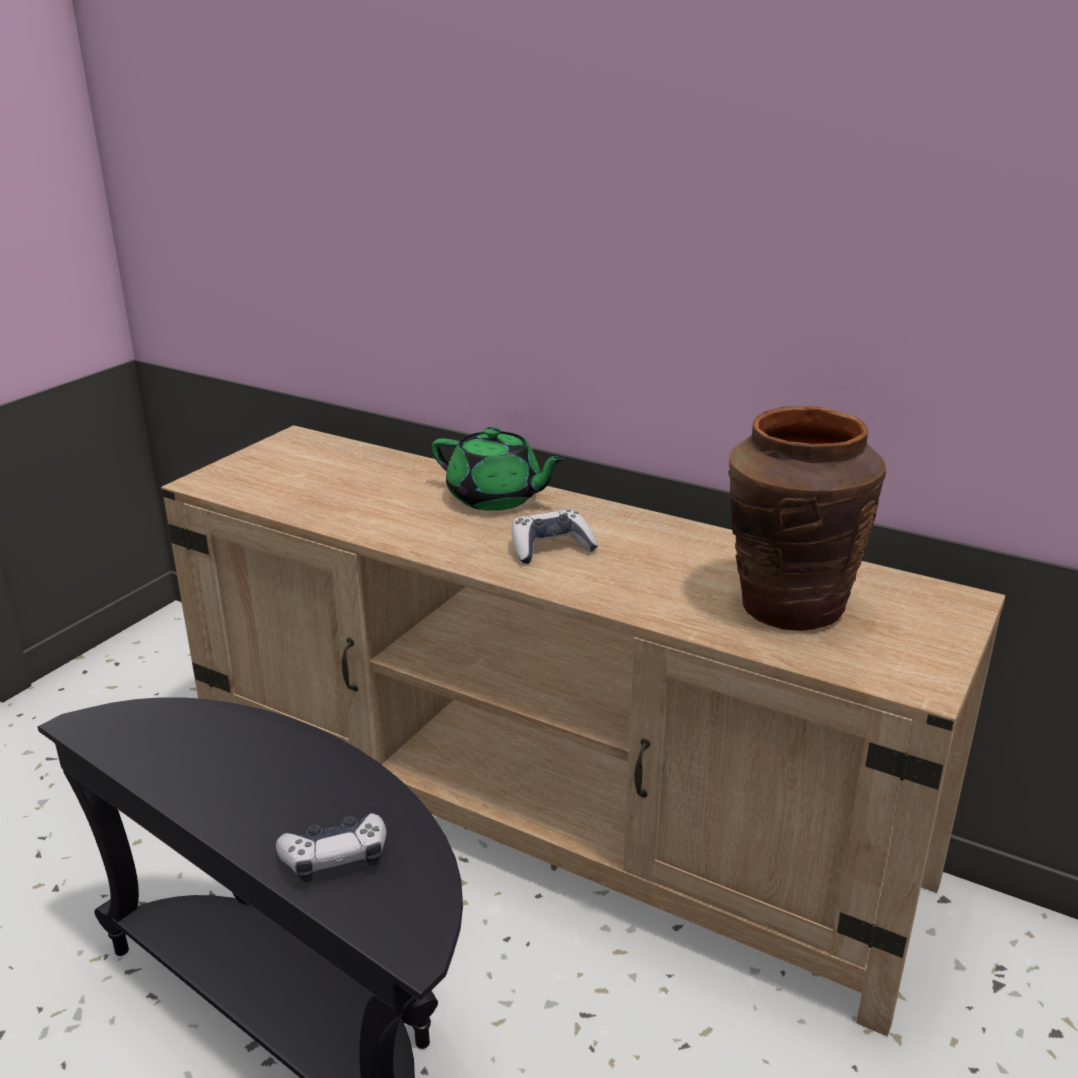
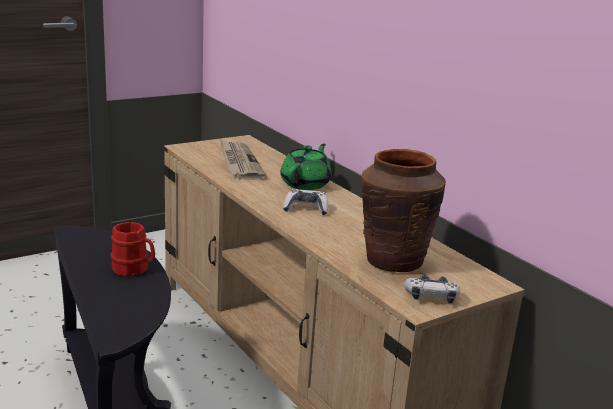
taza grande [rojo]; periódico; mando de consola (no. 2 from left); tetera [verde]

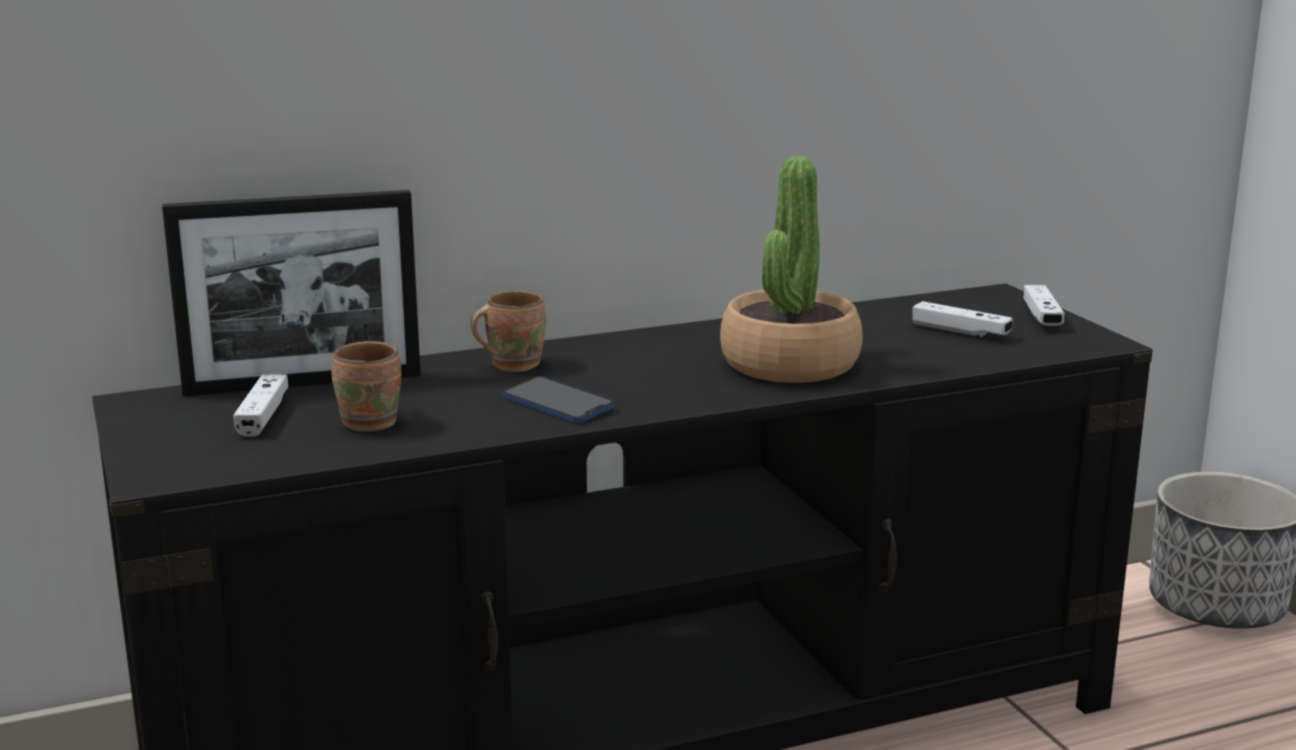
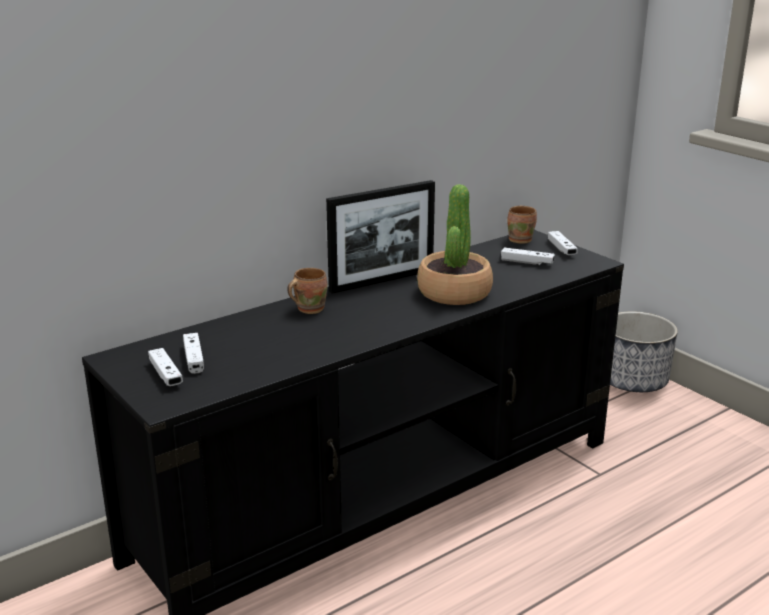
móvil; mando de consola [blanco] (no. 1 from left); portarretratos; taza grande [marrón] (no. 2 from left)

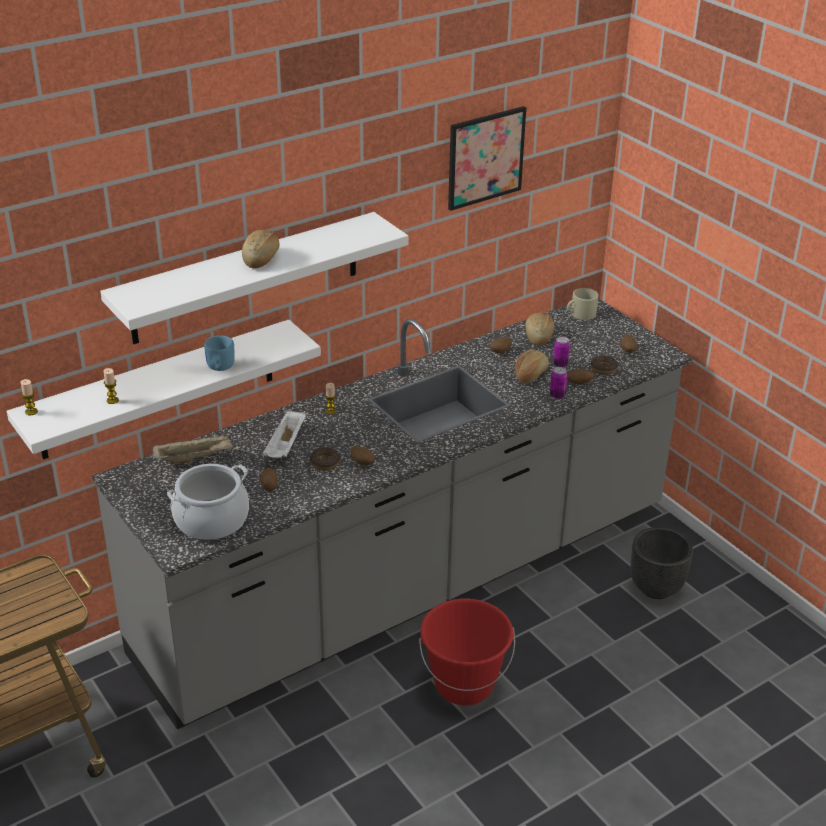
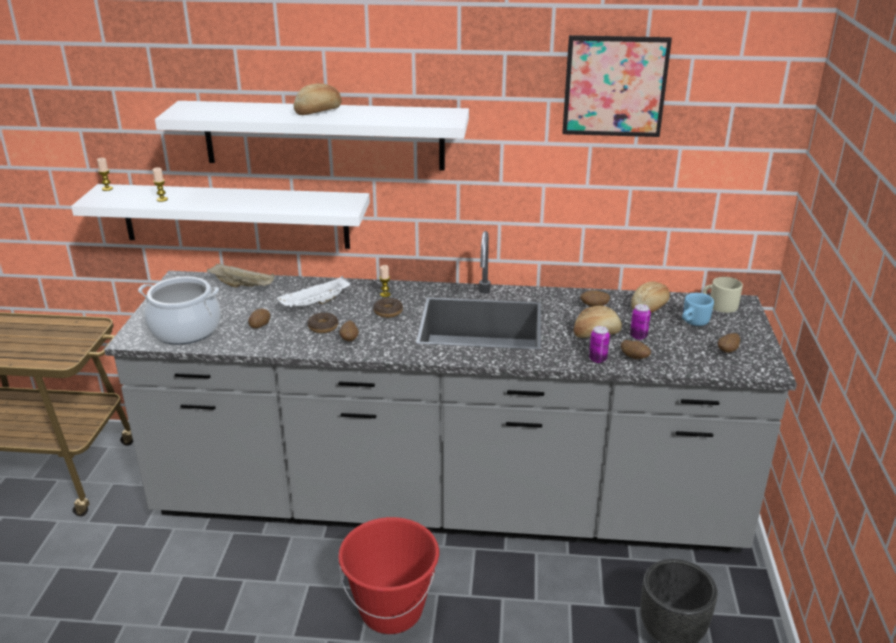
taza grande [azul]; rosquilla (no. 2 from left)

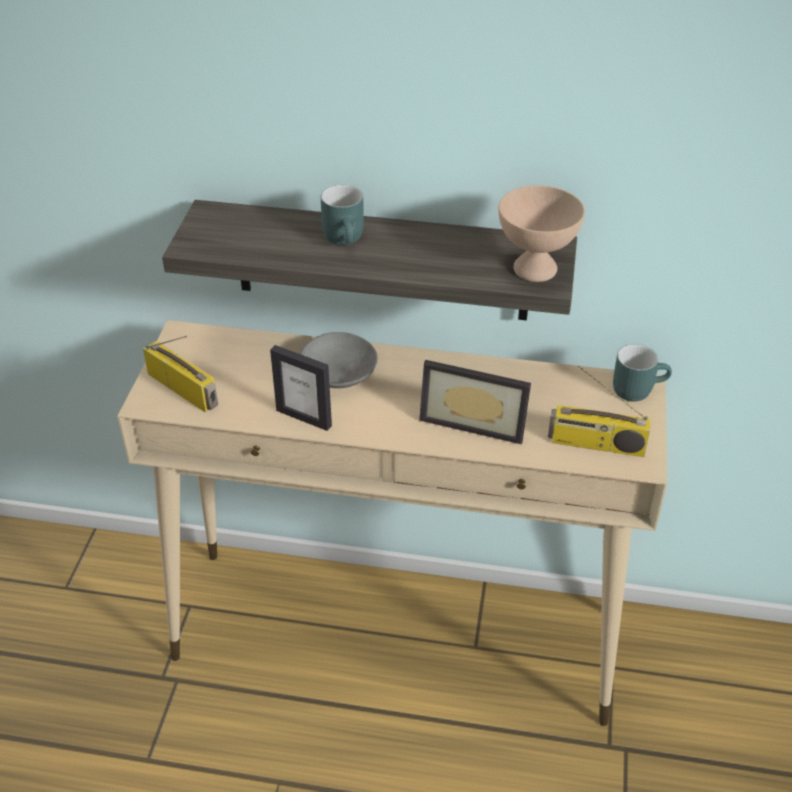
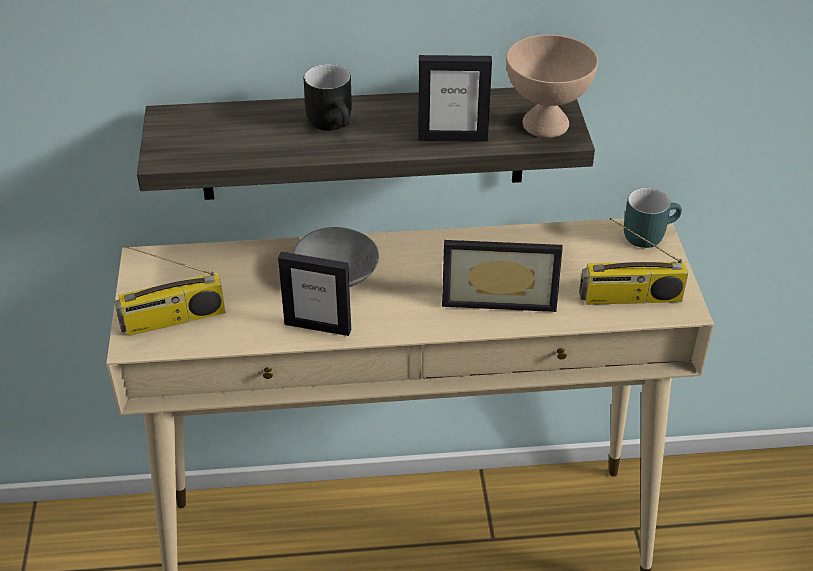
portarretratos (no. 2 from left); taza grande [negro]; radio (no. 1 from left)

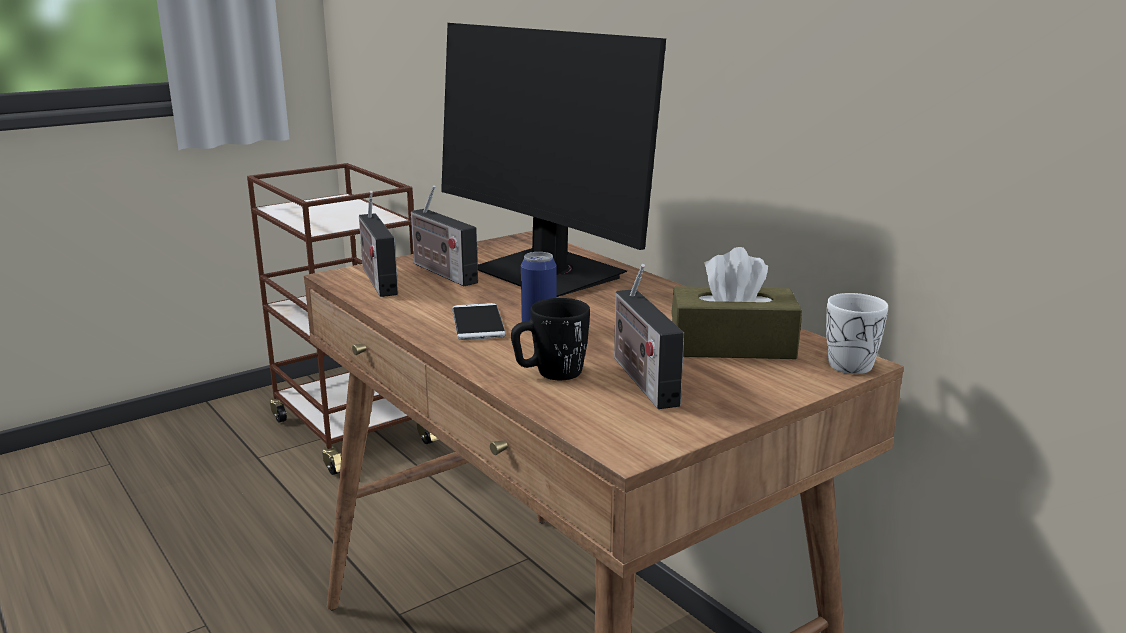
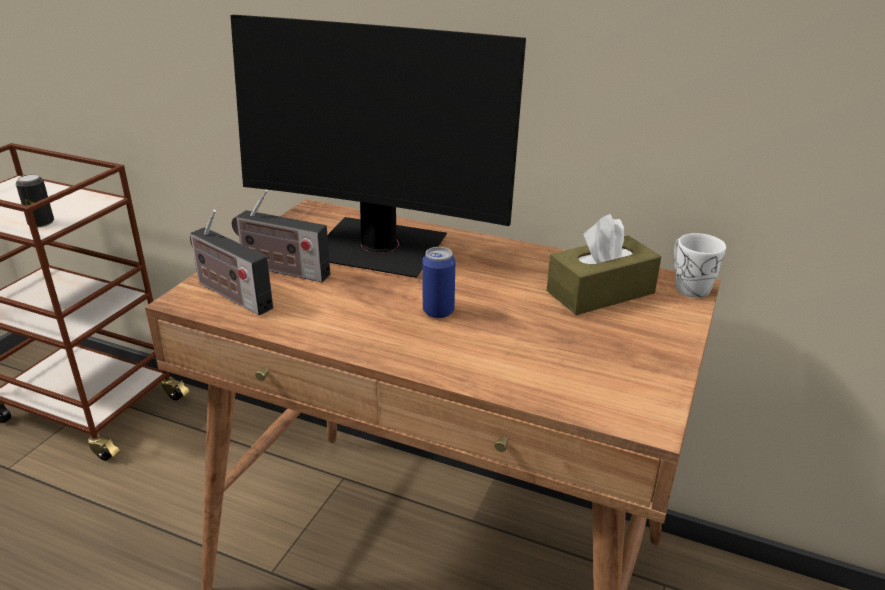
móvil; taza grande [negro]; radio (no. 3 from left in the first image); lata (no. 1 from left)

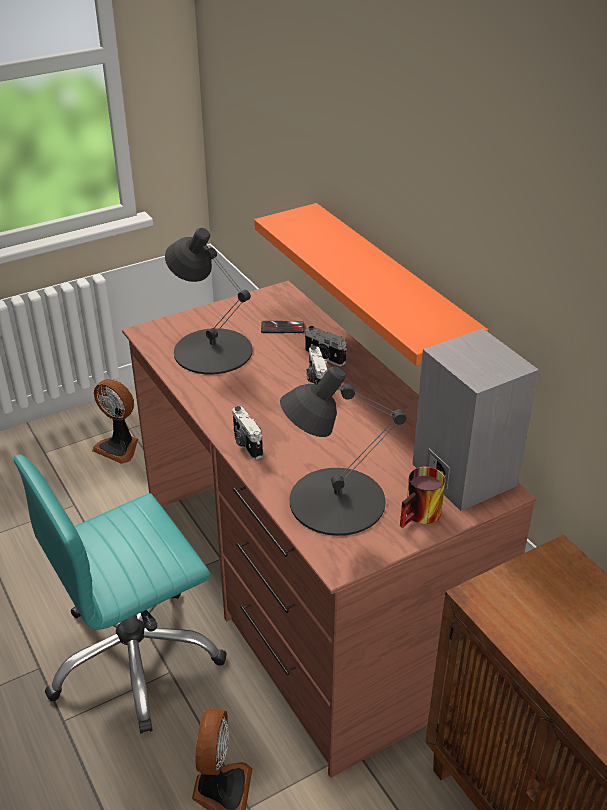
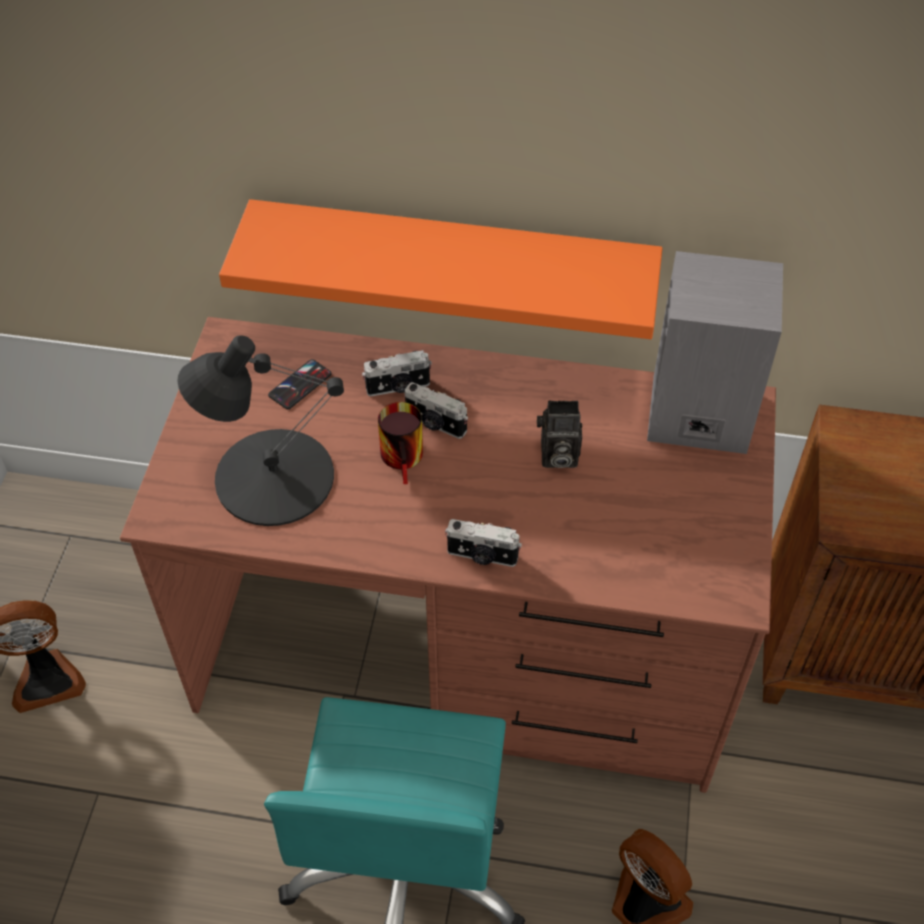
lámpara de mesa [negro] (no. 2 from left in the first image); cámara (no. 4 from left); taza grande

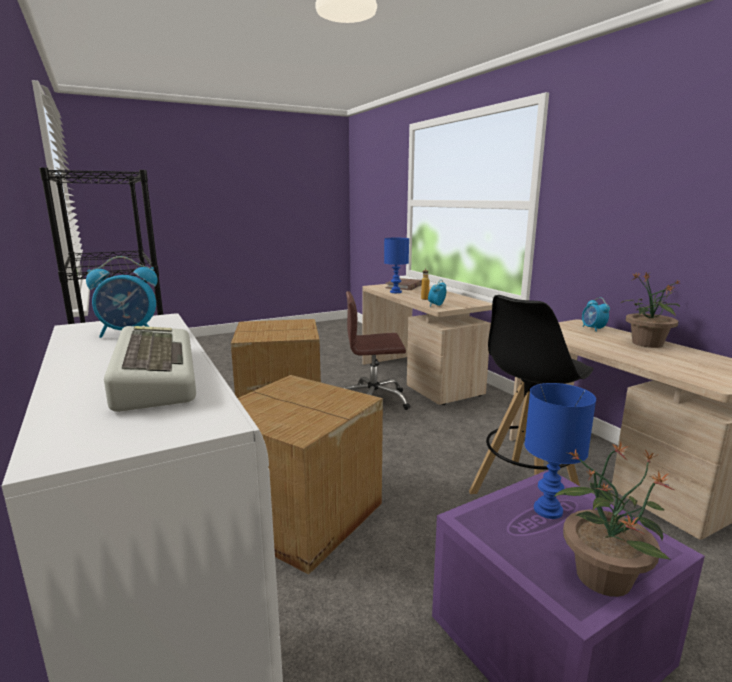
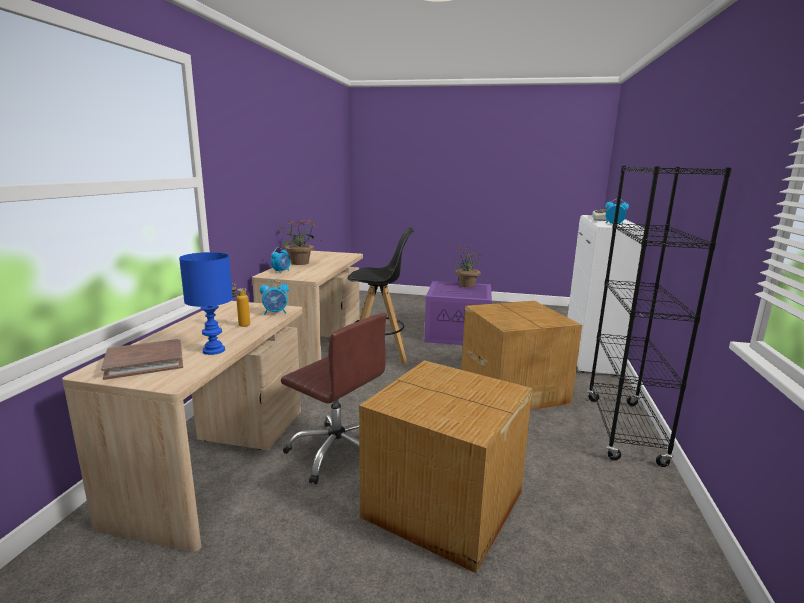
lámpara de mesa [azul] (no. 2 from left in the first image)

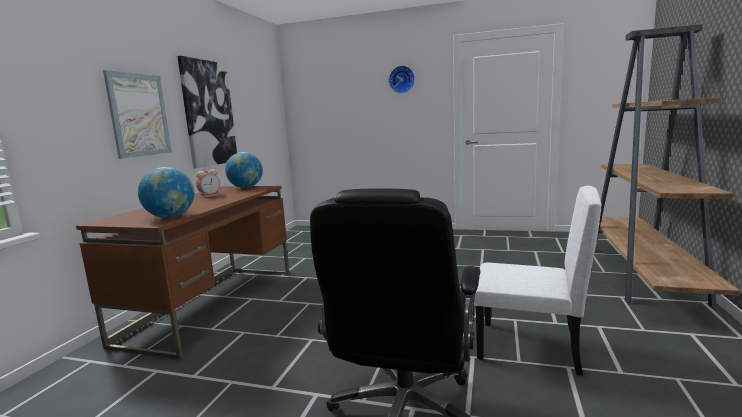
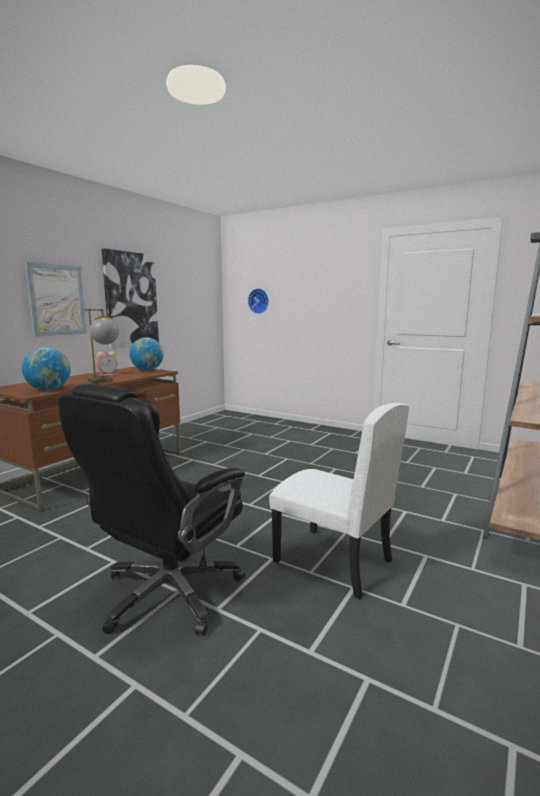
lámpara de mesa; reloj de pared

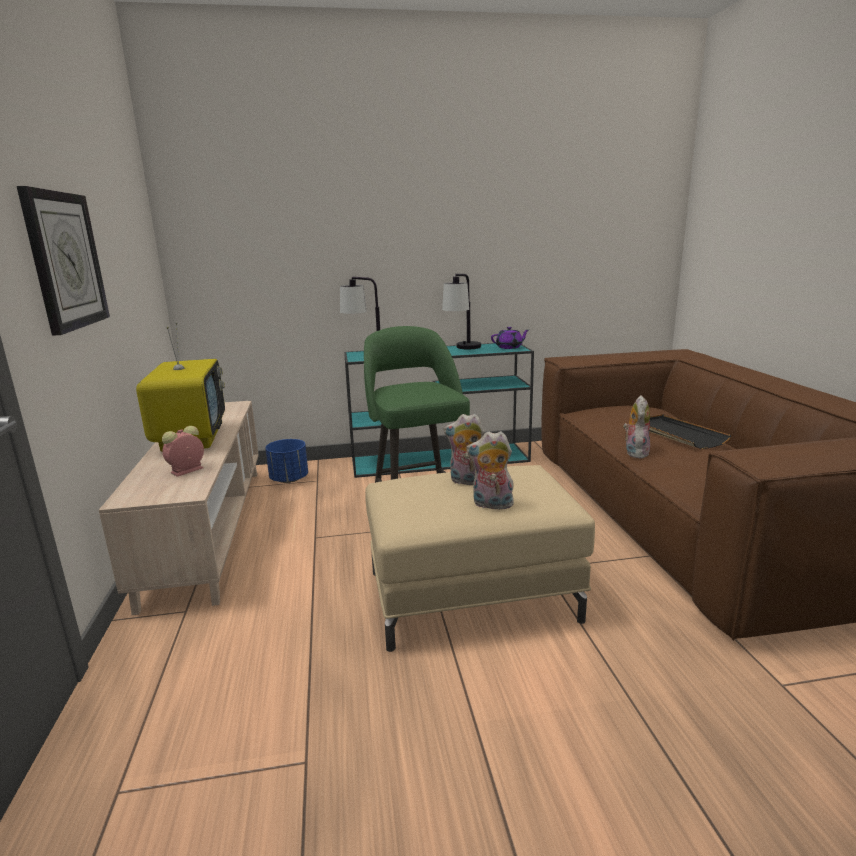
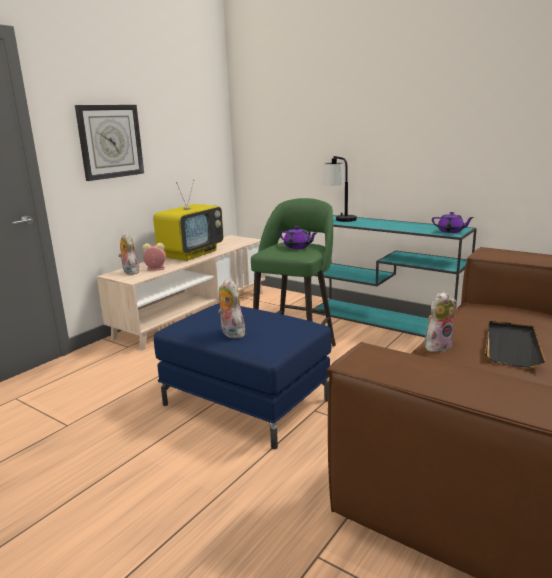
maceta [azul]; lámpara de mesa (no. 2 from left in the first image); tetera [morado] (no. 1 from left); peluche (no. 1 from left); puf [azul]

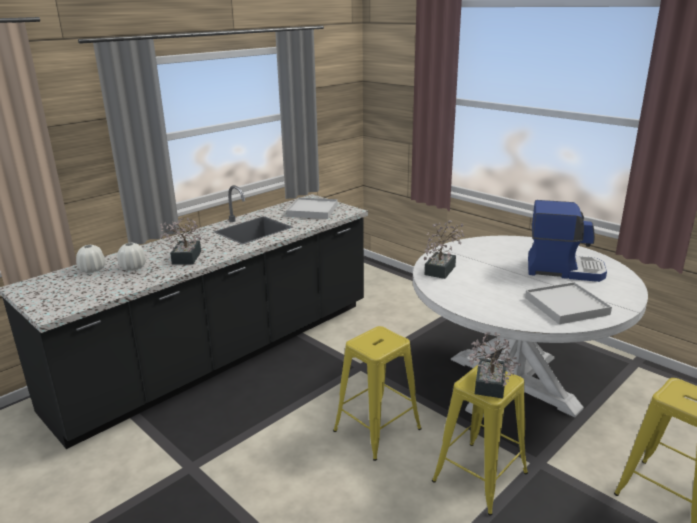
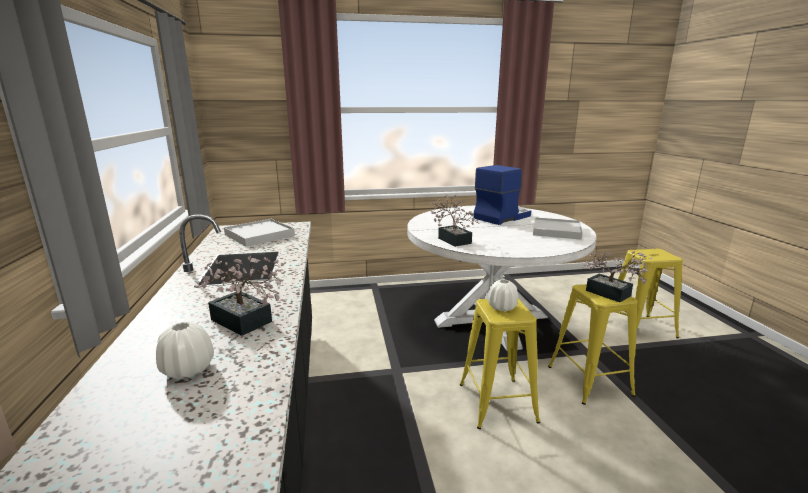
florero [blanco] (no. 2 from left)

